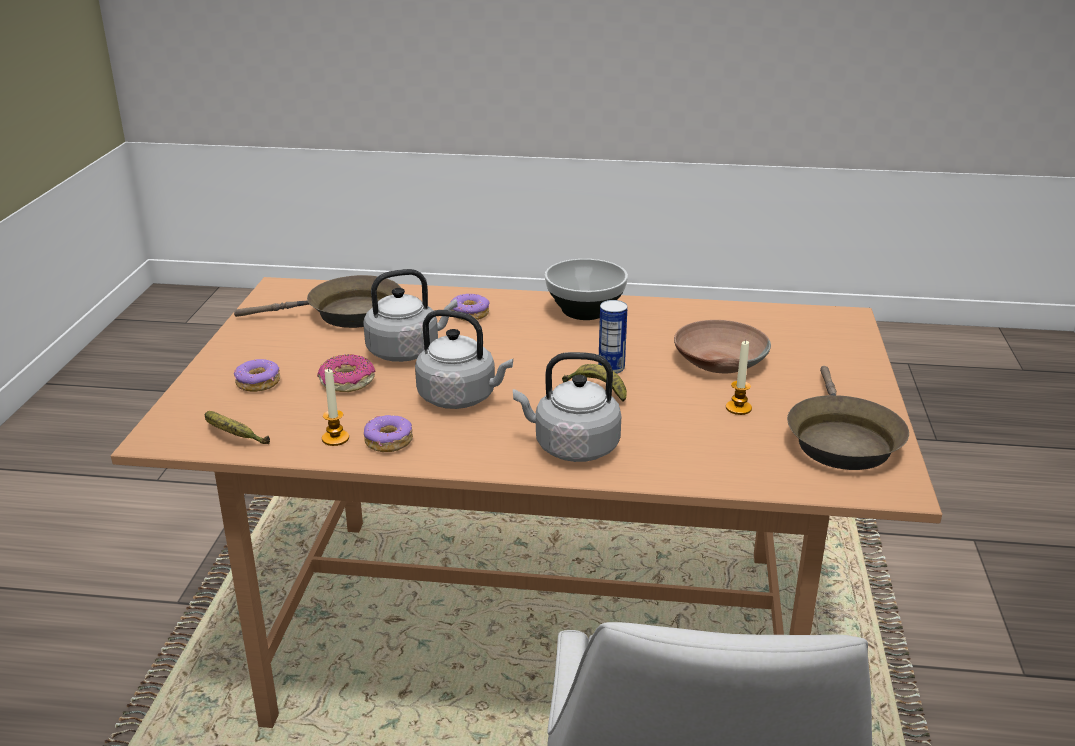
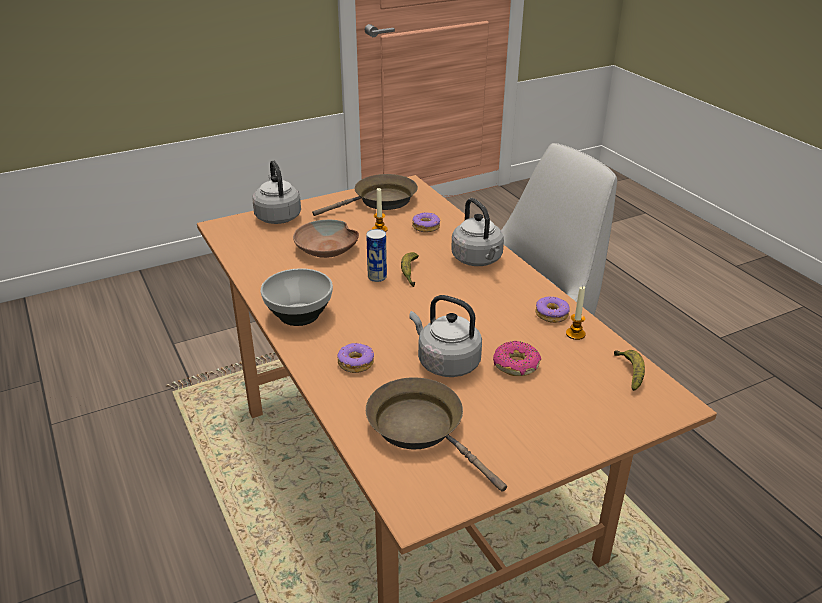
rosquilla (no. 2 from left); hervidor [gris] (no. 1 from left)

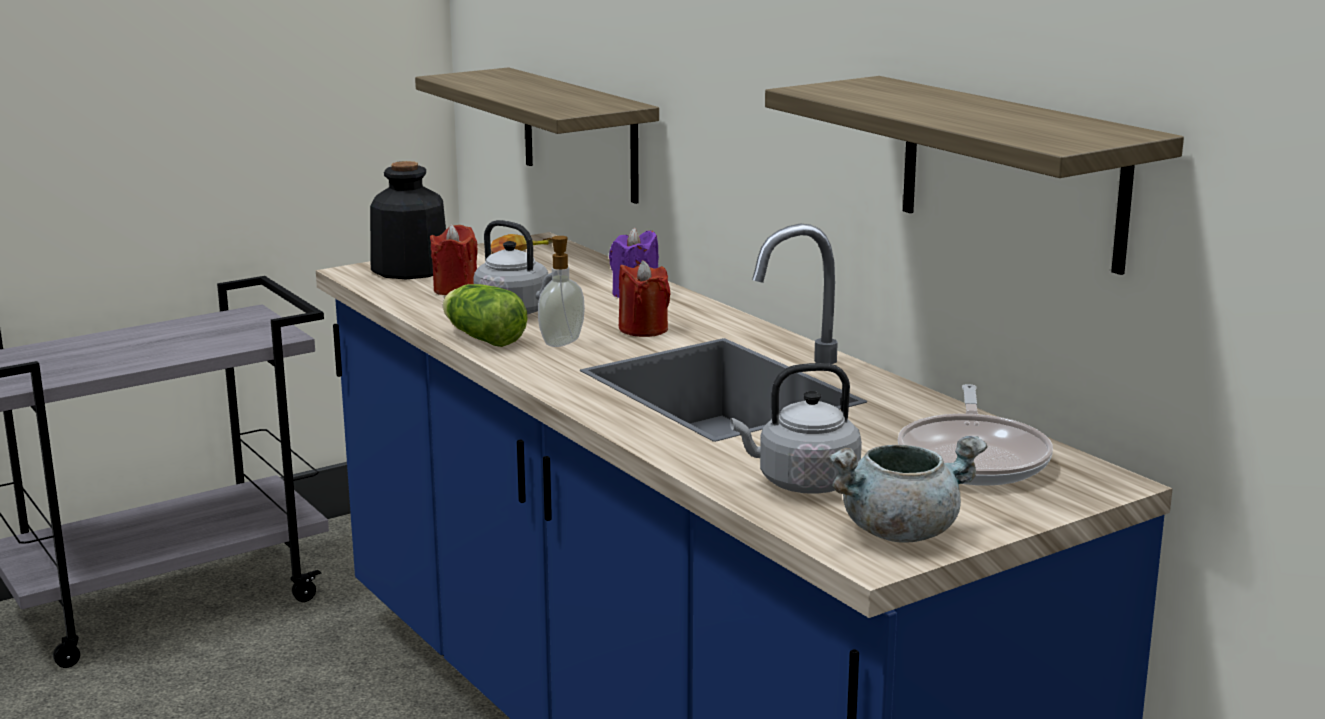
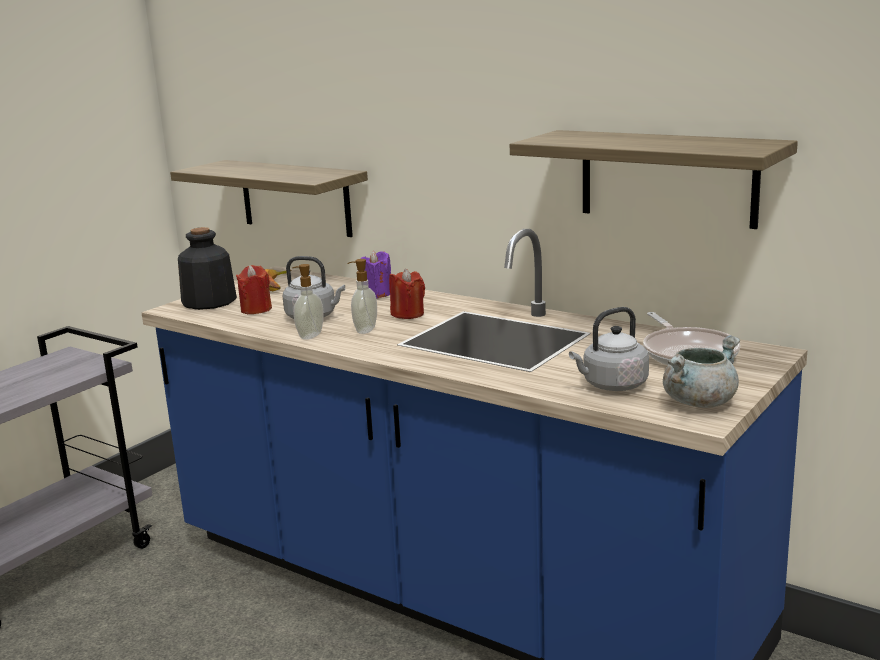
dispensador de jabón (no. 1 from left)

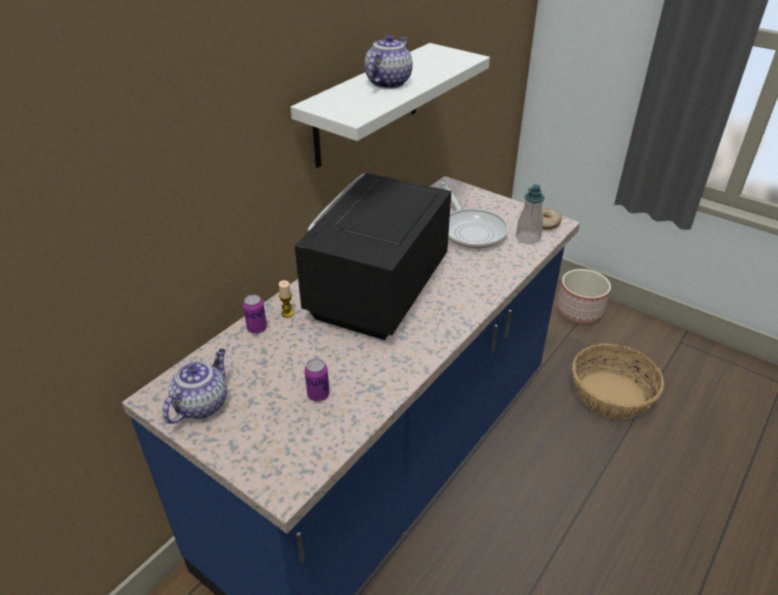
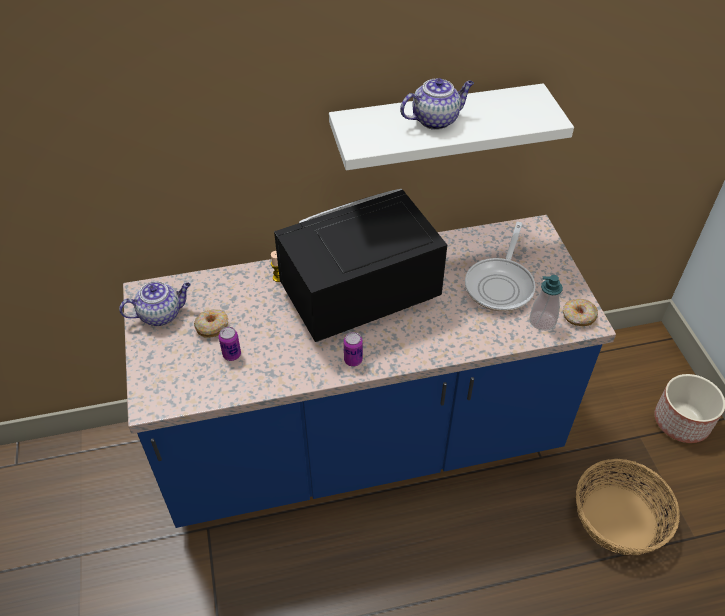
rosquilla (no. 1 from left); lata (no. 2 from left)

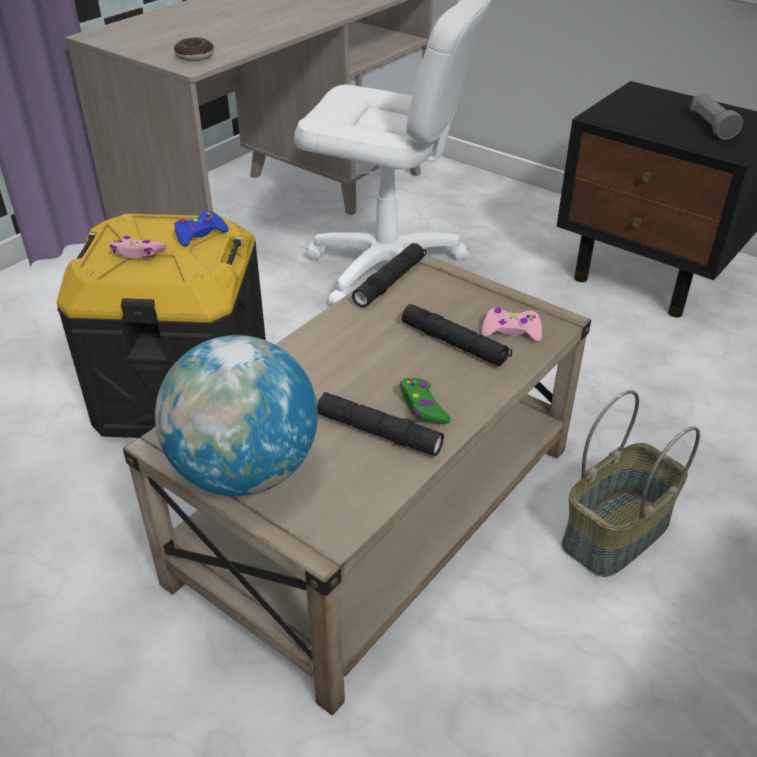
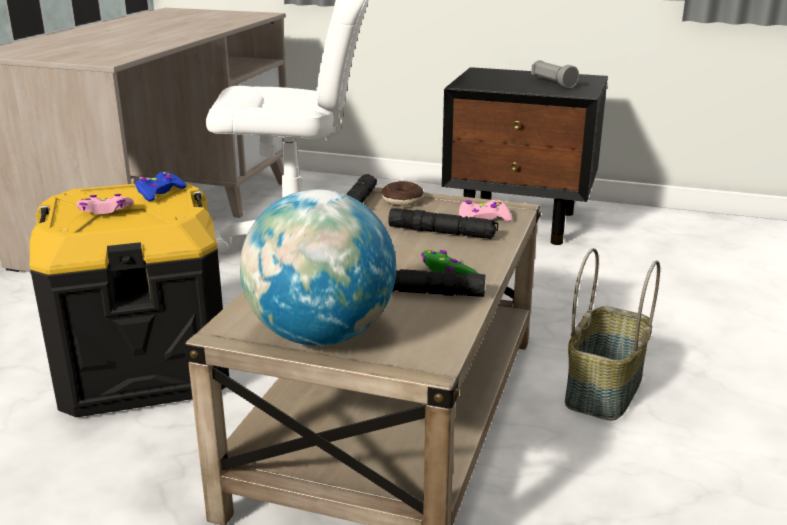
rosquilla

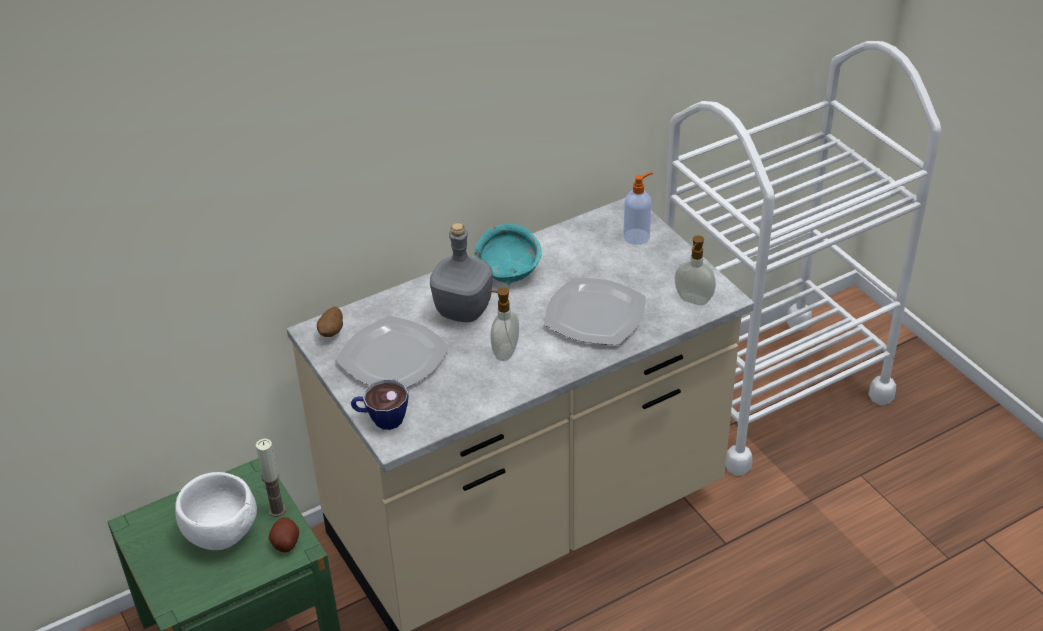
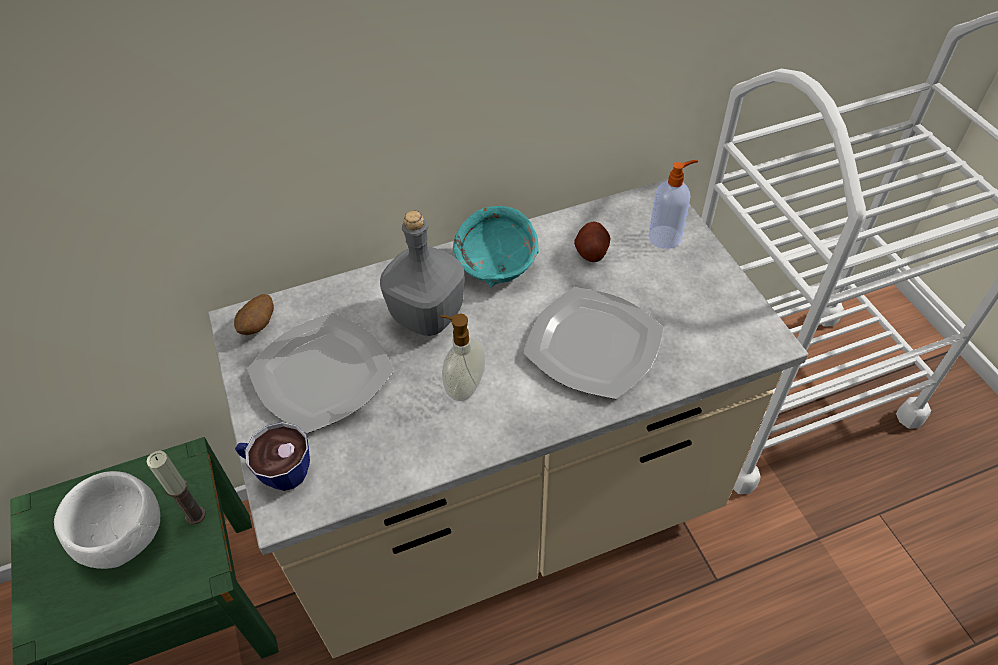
dispensador de jabón (no. 3 from left in the first image); patata (no. 2 from left)

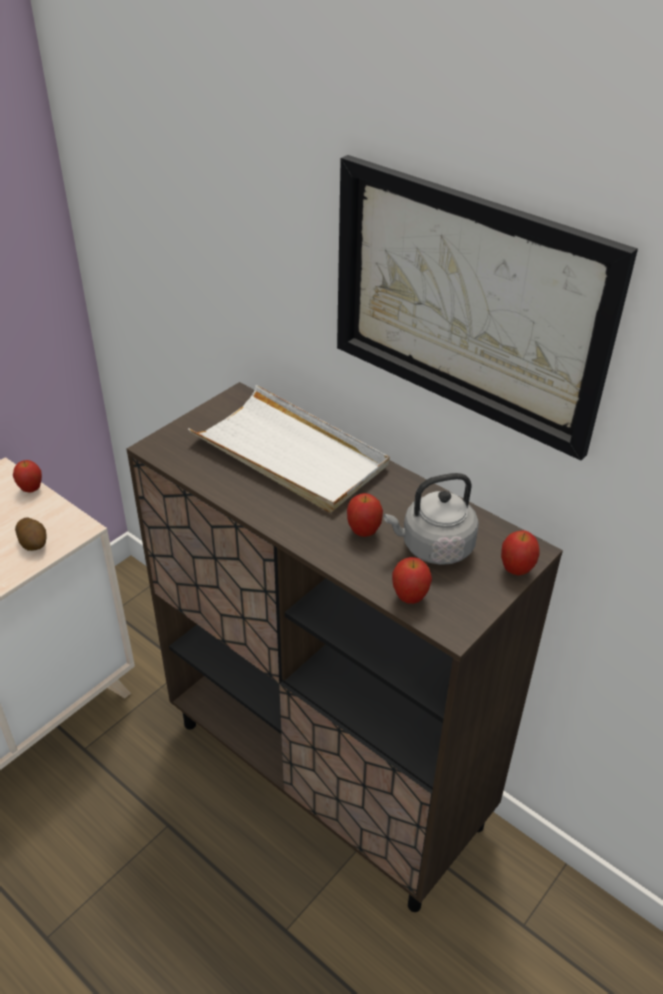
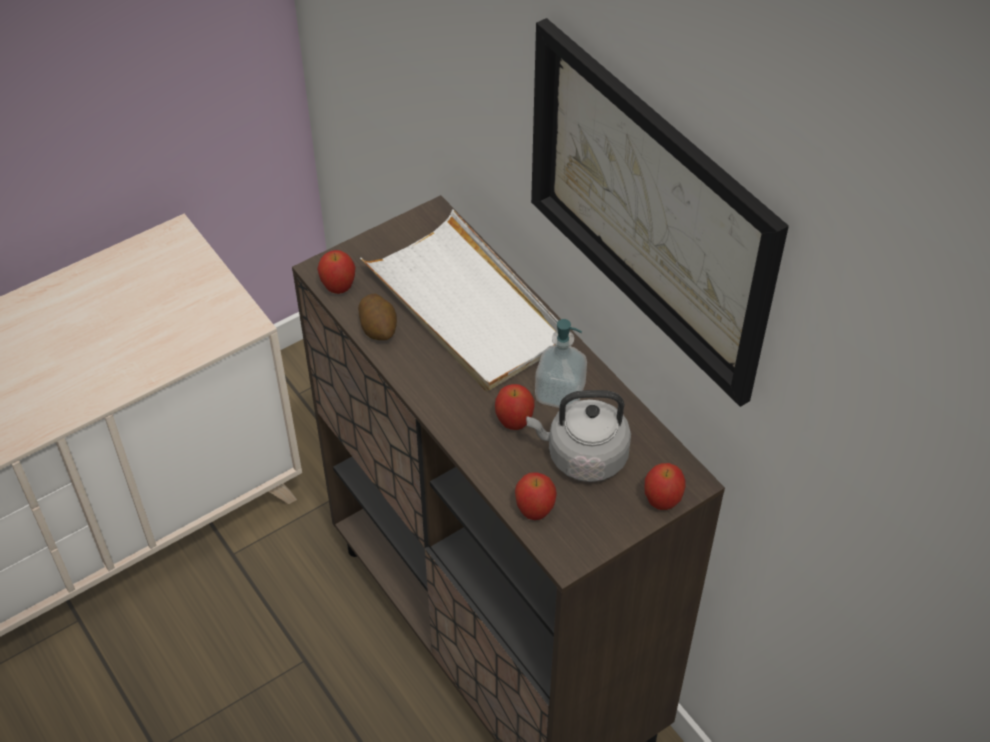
dispensador de jabón; manzana (no. 1 from left); patata

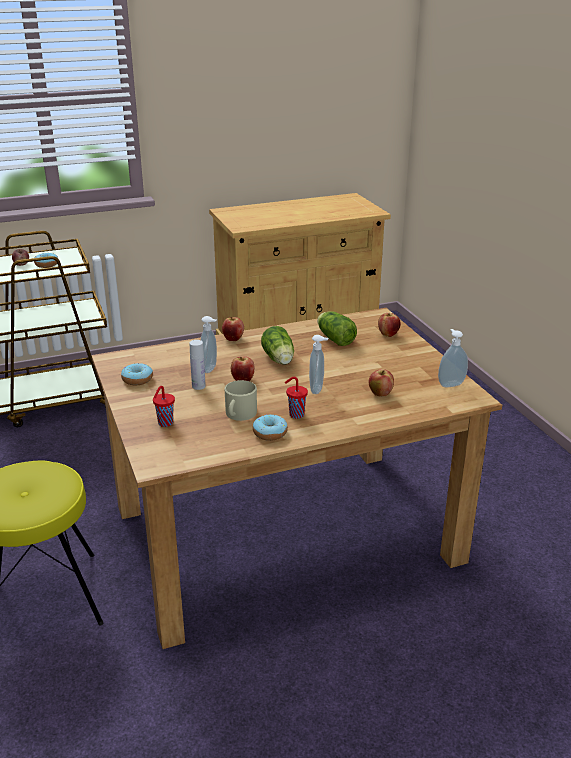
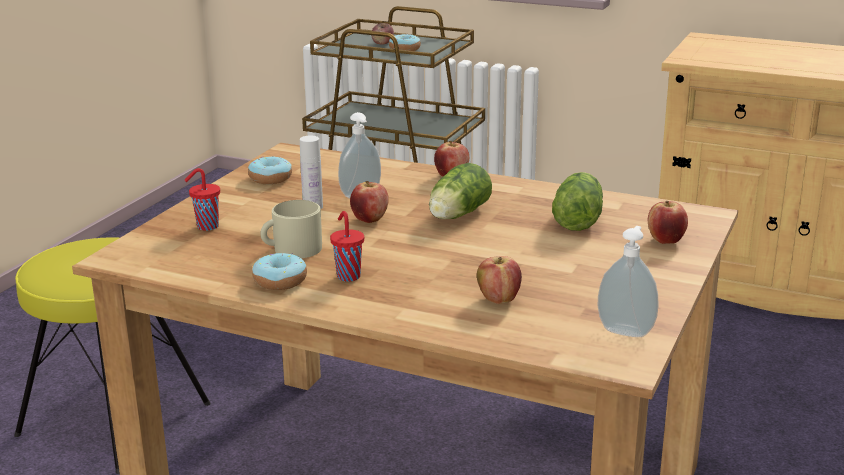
dispensador de jabón (no. 2 from left in the first image)

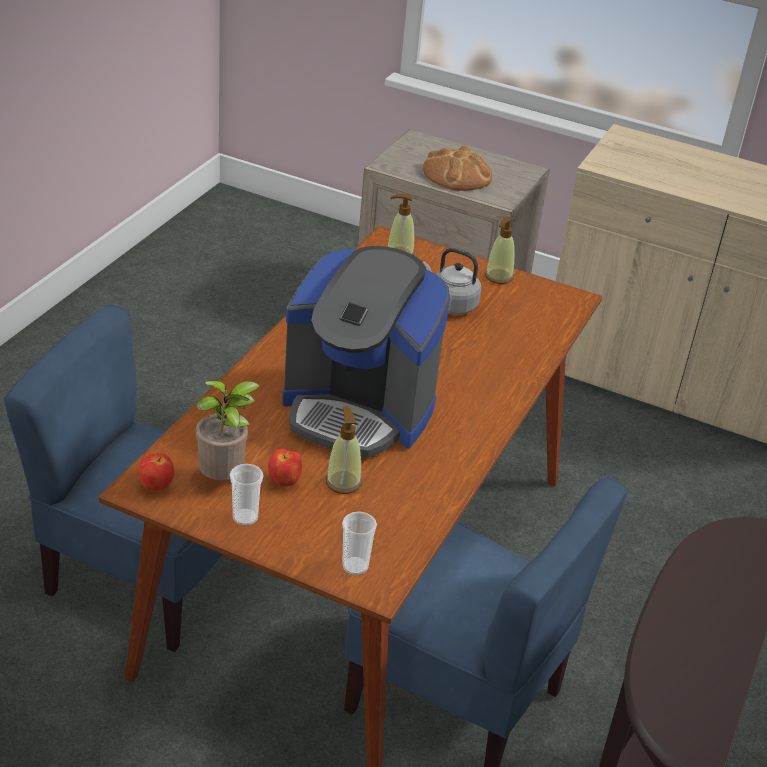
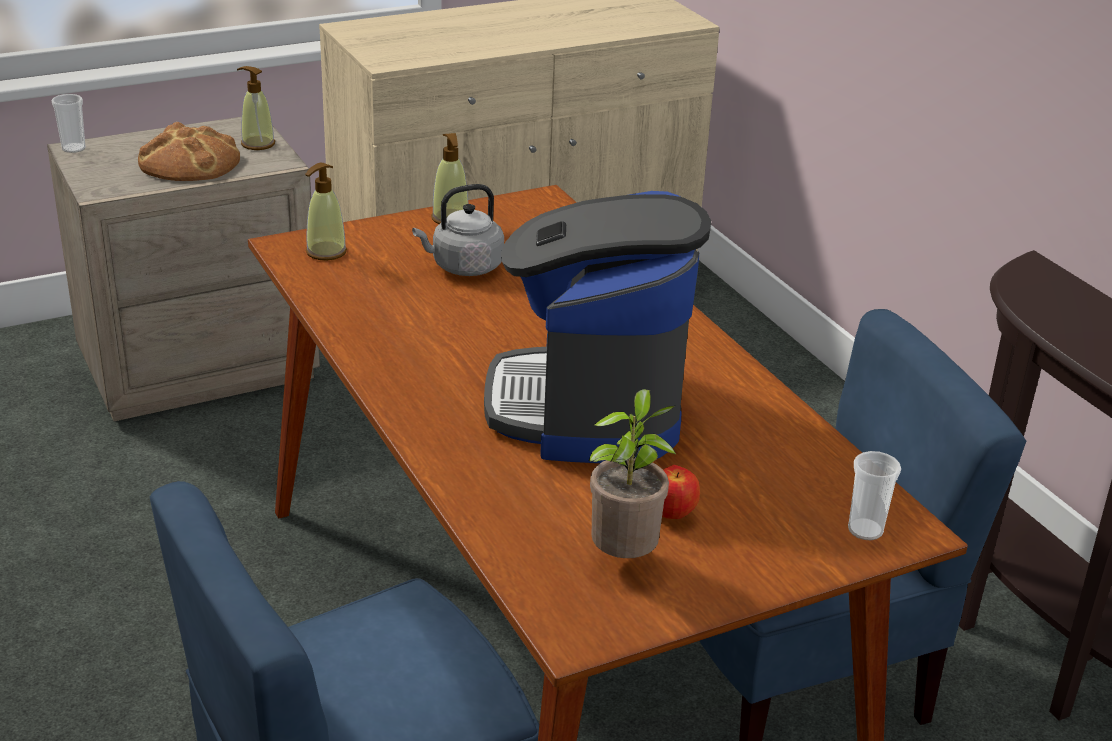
manzana (no. 1 from left in the first image); taza (no. 1 from left); dispensador de jabón (no. 1 from left); cafetera

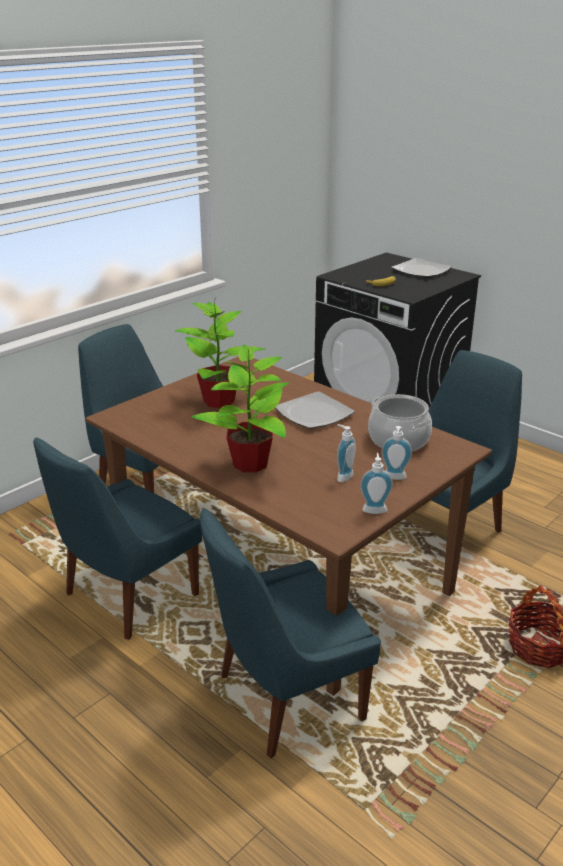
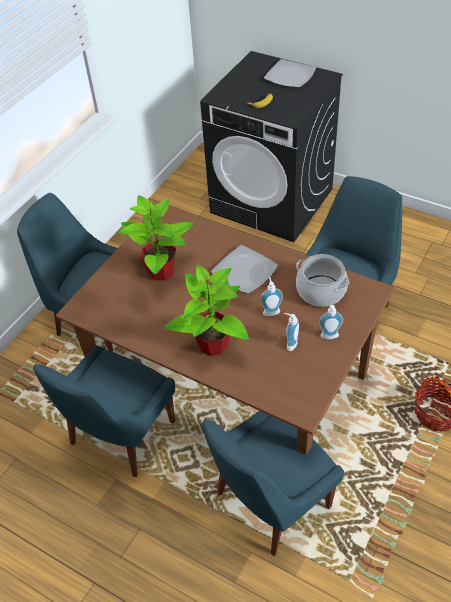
dispensador de jabón (no. 1 from left)

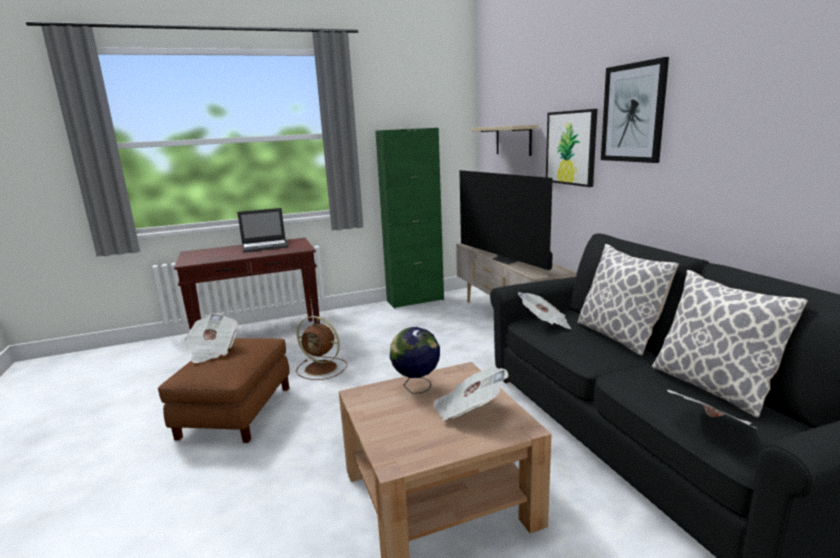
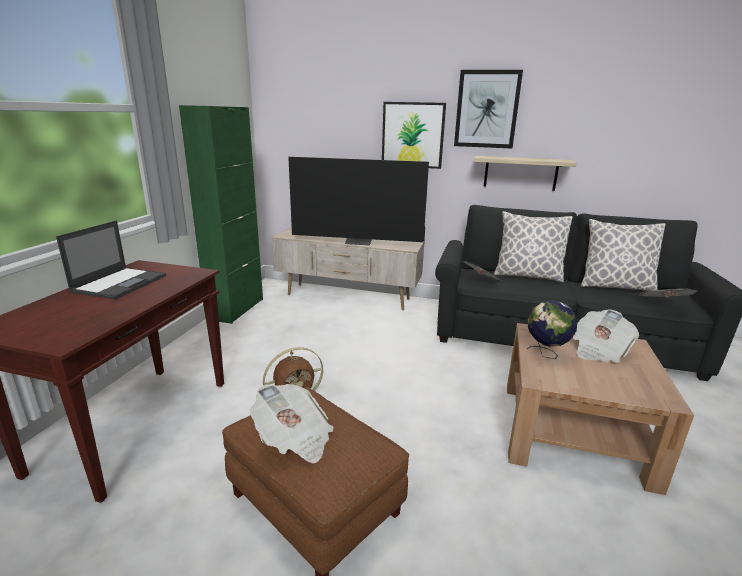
estante

